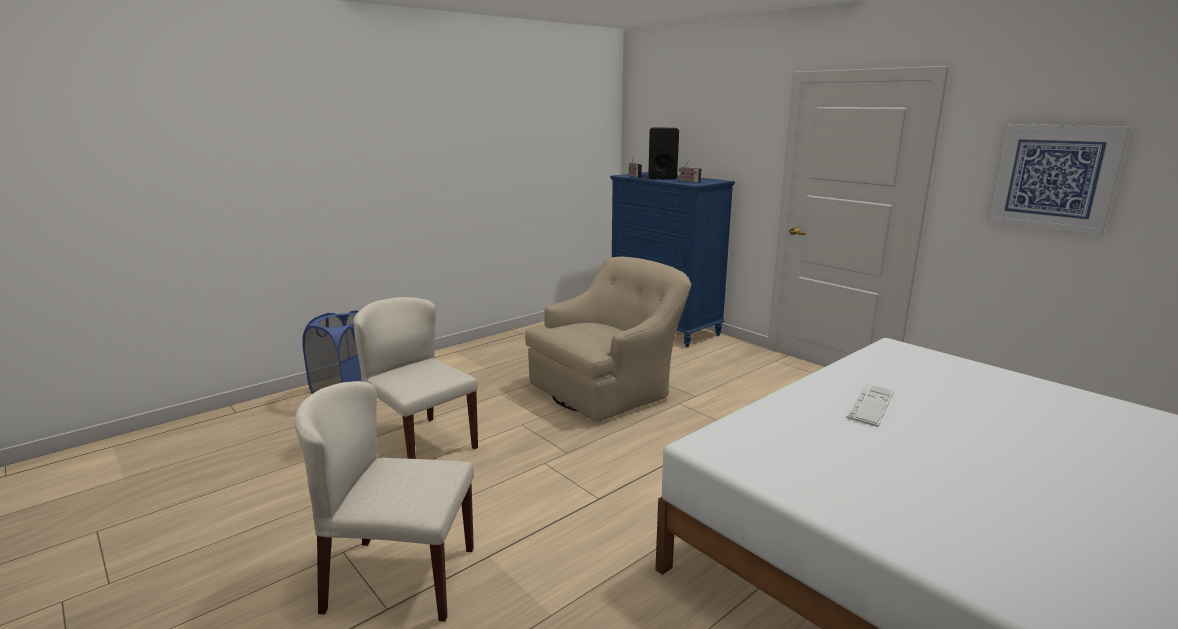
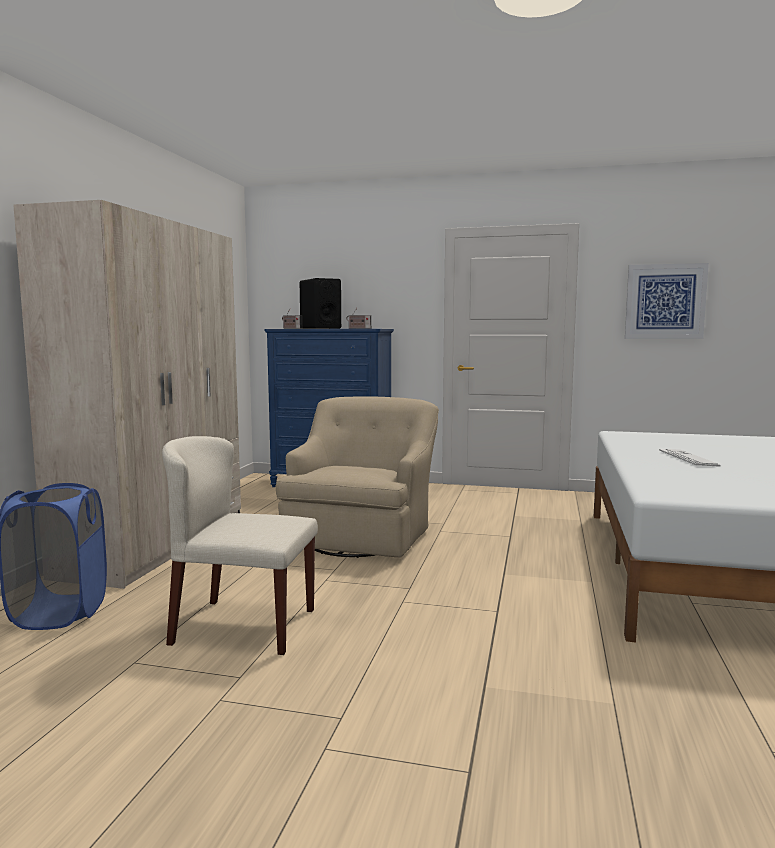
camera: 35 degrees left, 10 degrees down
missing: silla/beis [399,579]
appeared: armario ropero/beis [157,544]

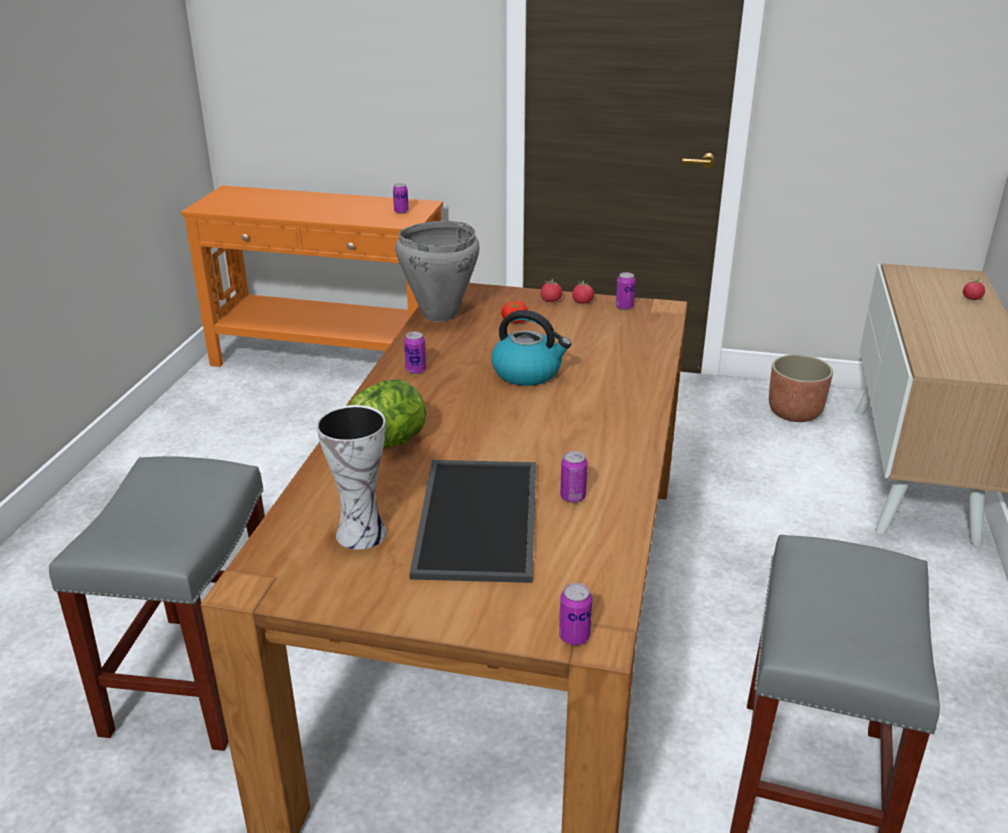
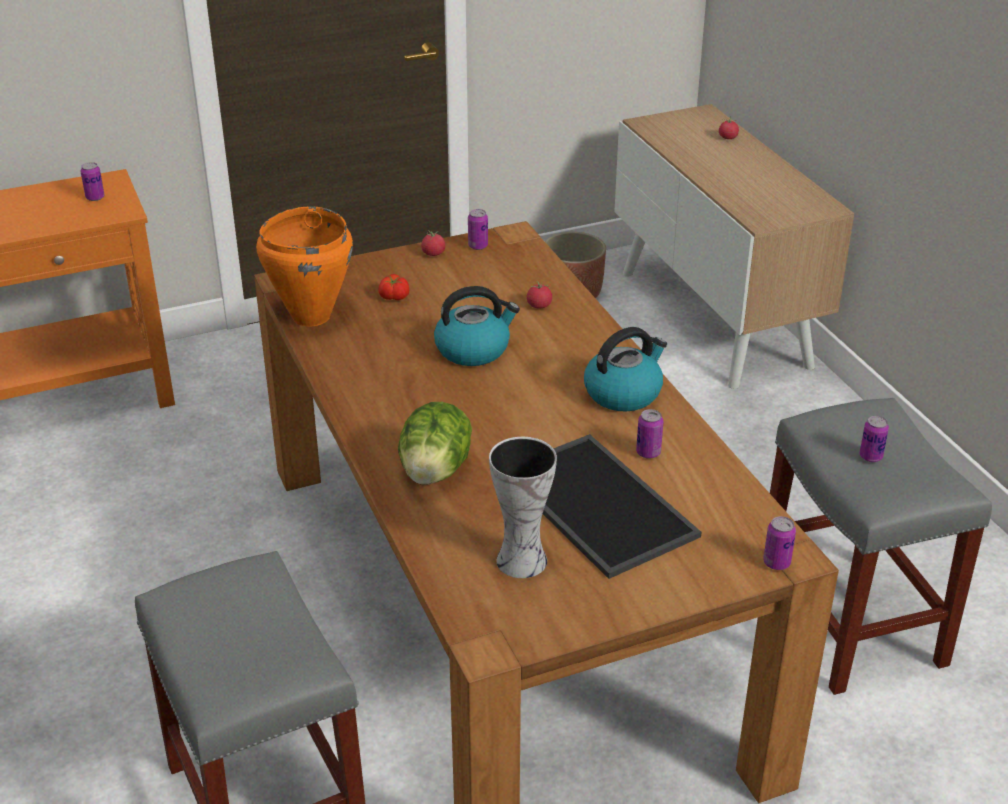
camera: 35 degrees left, 5 degrees up
appeared: hervidor [623,393]
relocated: tomate [551,300] to [539,306]; lata [416,370] to [870,456]
colour: olla/gris [438,315] to olla/naranja [310,317]

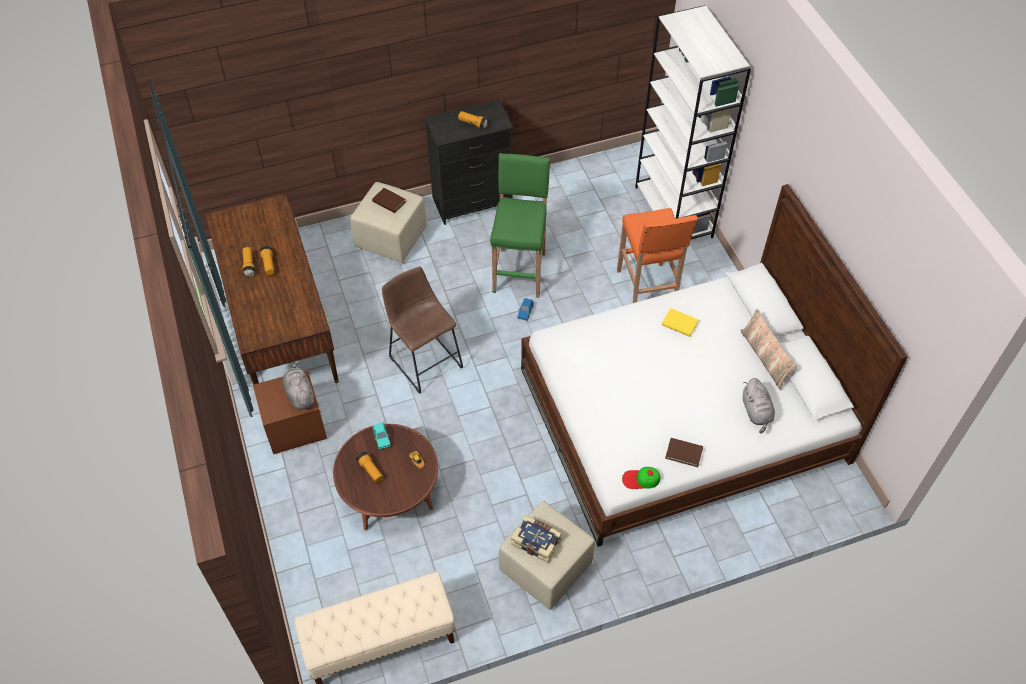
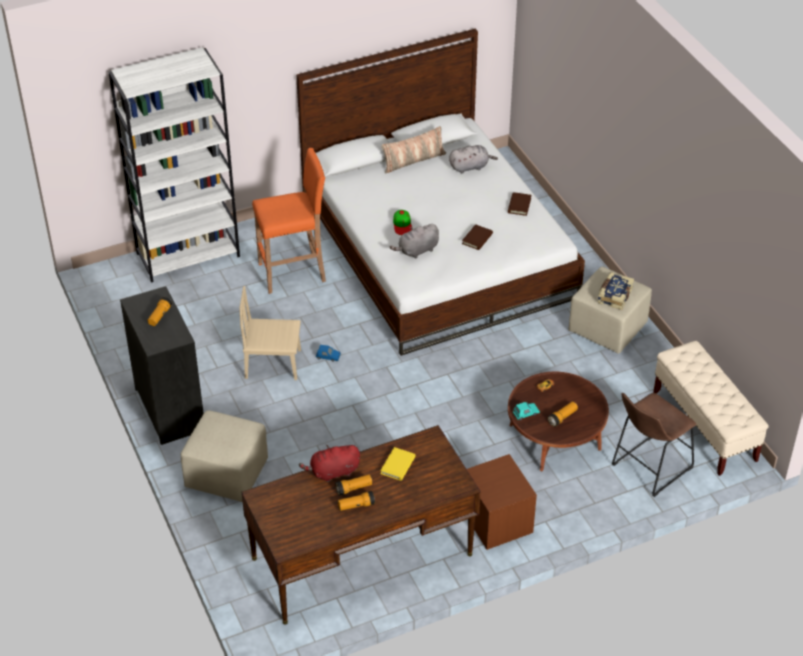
camera: 95 degrees left, 10 degrees down
appeared: peluche/rojo [333,472]
relocated: libro/amarillo [679,324] to [398,465]; peluche/gris [299,394] to [417,251]; gorra [641,479] to [402,225]; libro/marrón [389,202] to [477,239]; taburete/marrón [424,359] to [648,468]
exchanged: taburete/verde [520,271] to silla/beis [273,364]

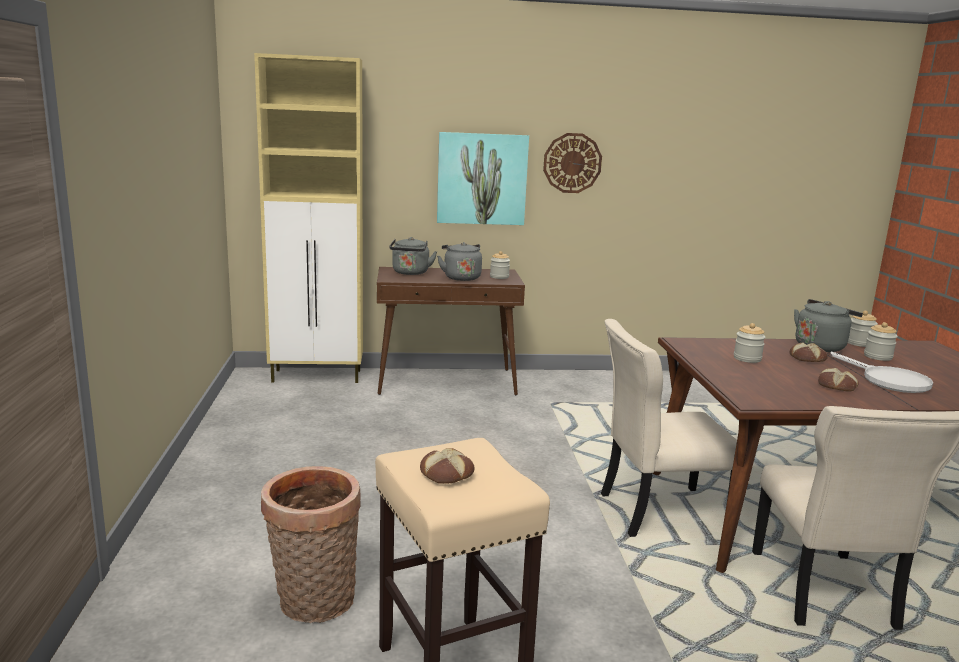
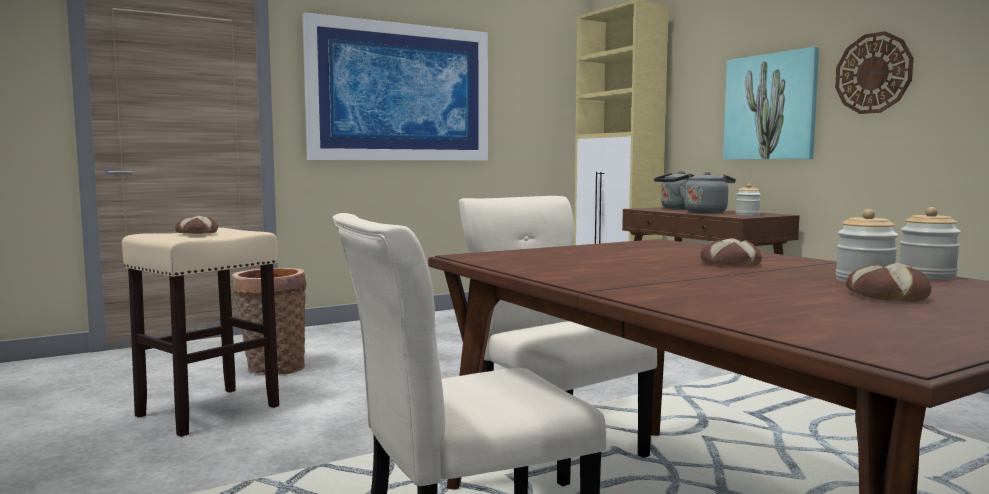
camera: 65 degrees right, 10 degrees down
missing: tarro [747,358]; hervidor/gris [821,346]; sartén/blanco [887,380]
appeared: cuadro [400,93]
relocated: pan [836,386] to [886,296]

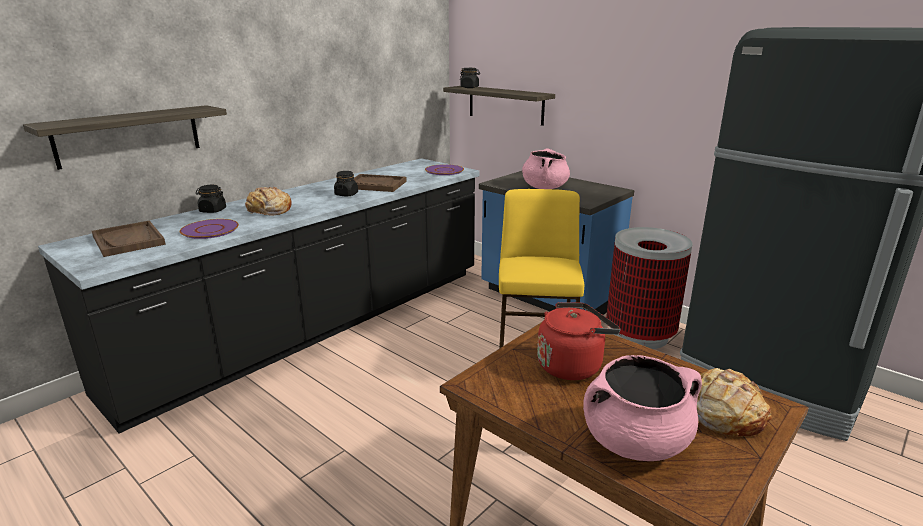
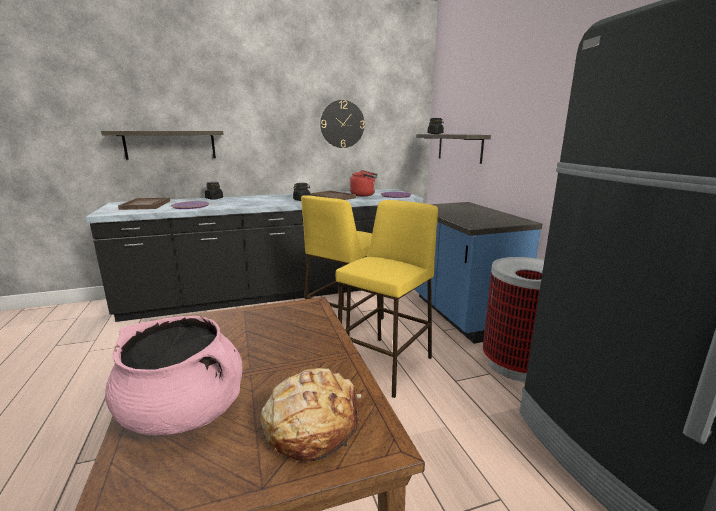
camera: 30 degrees right, 5 degrees down
missing: pan [269,210]; olla/rosa [544,187]
appeared: taburete/amarillo [344,324]; reloj de pared [342,124]
relocated: hervidor/rojo [572,365] to [364,195]

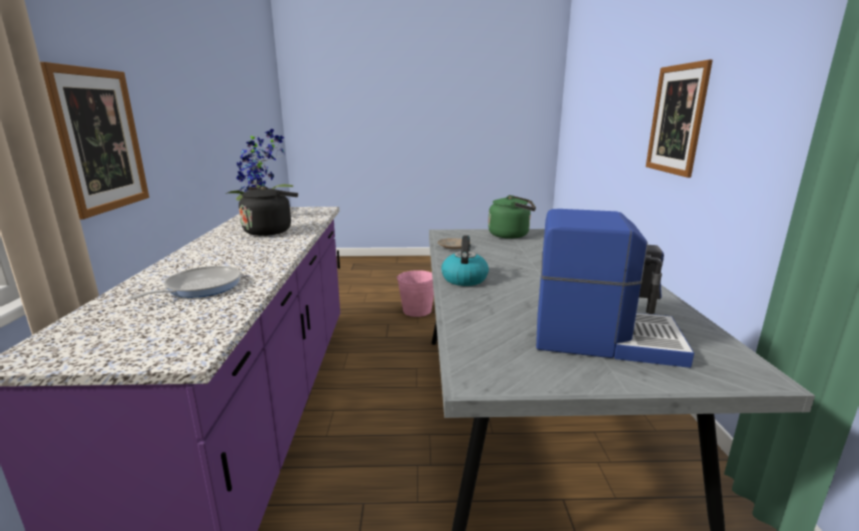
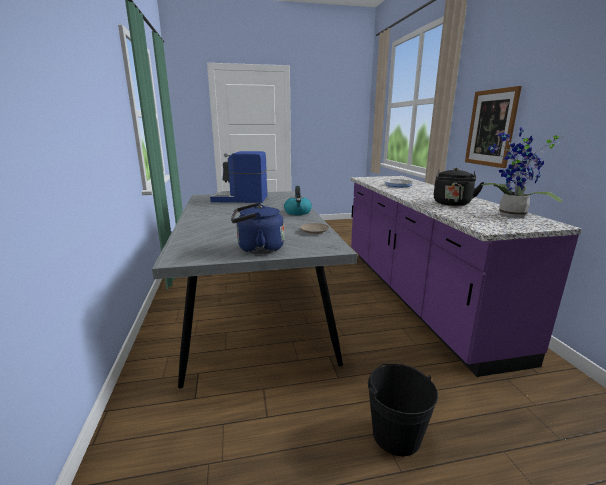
camera: 170 degrees right, 0 degrees up
missing: cuadro [677,119]
colour: hervidor/verde [511,235] to hervidor/azul [257,249]; cubo/rosa [417,310] to cubo/negro [396,435]

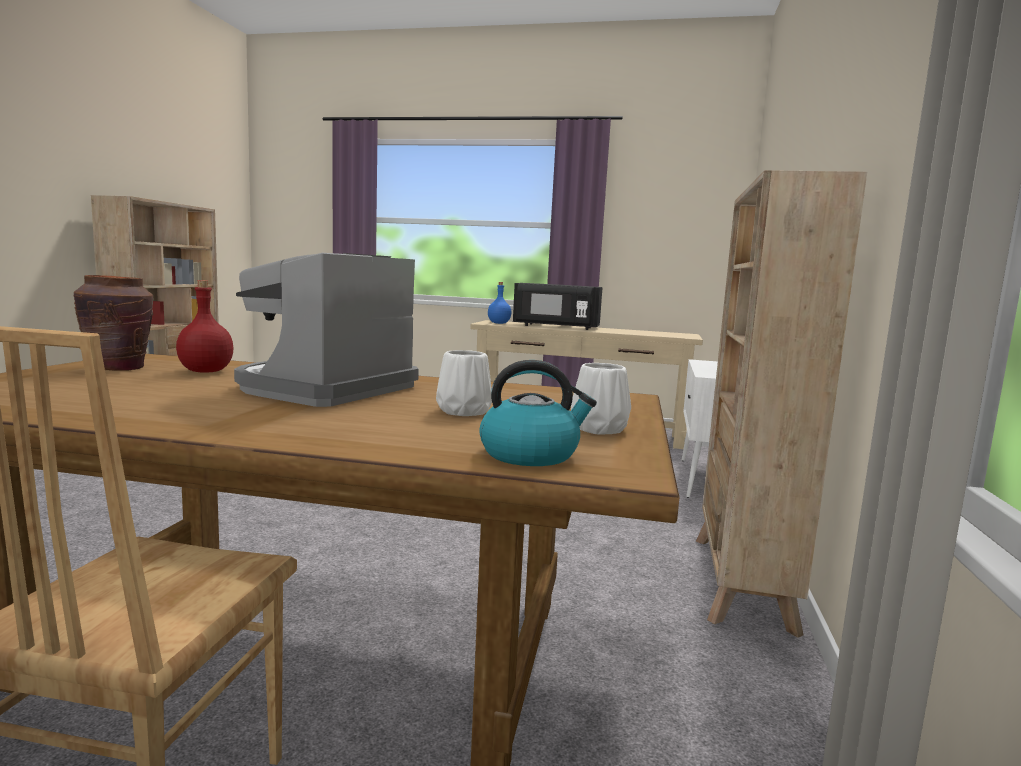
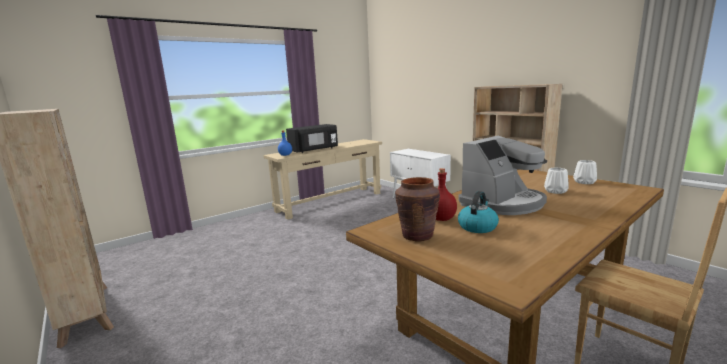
camera: 50 degrees left, 5 degrees up
relocated: hervidor [531,454] to [477,227]
spun: cafetera [325,389] = [503,203] 105 degrees counterclockwise

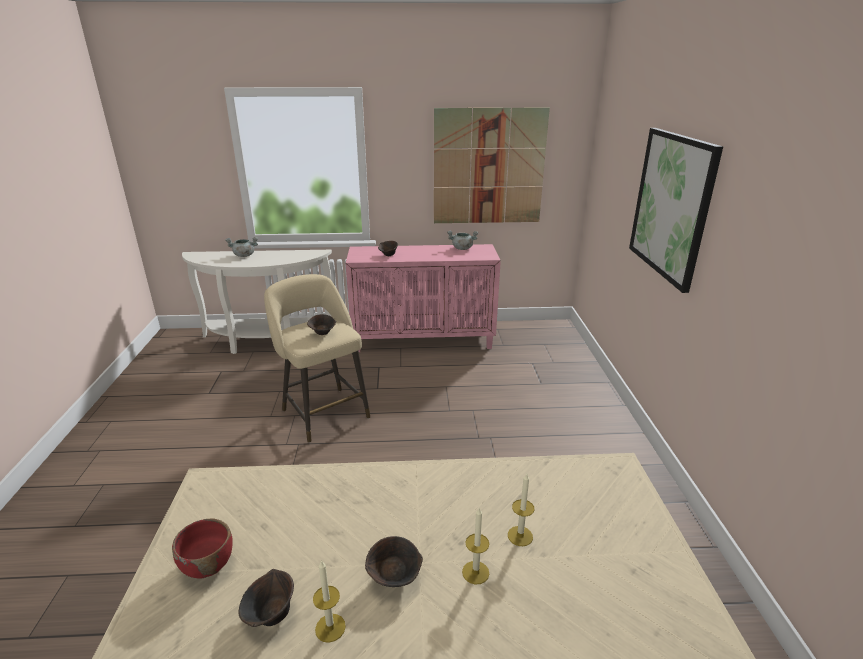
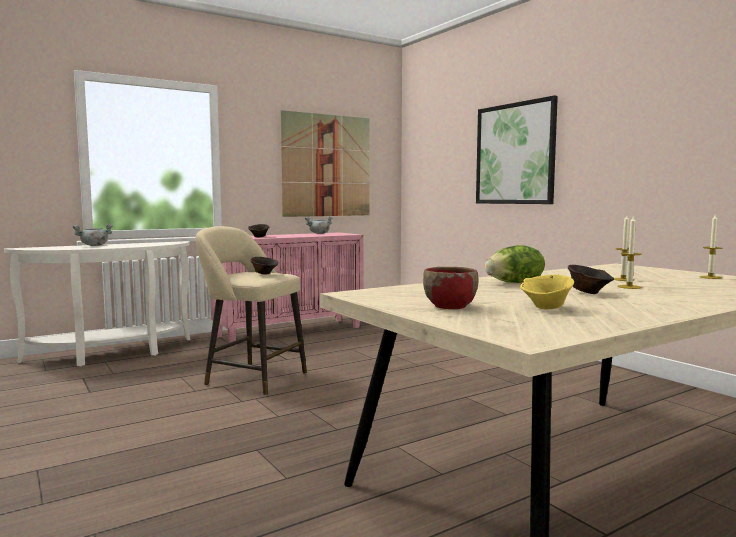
camera: 30 degrees left, 20 degrees down
appeared: lechuga [515,283]
relocated: vela [330,628] to [710,277]
colour: cuenco/marrón [270,615] to cuenco/amarillo [546,308]

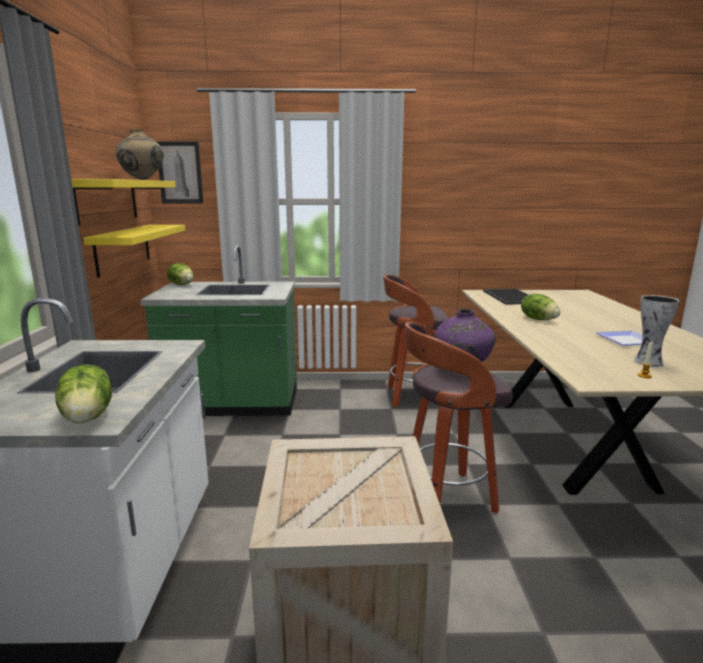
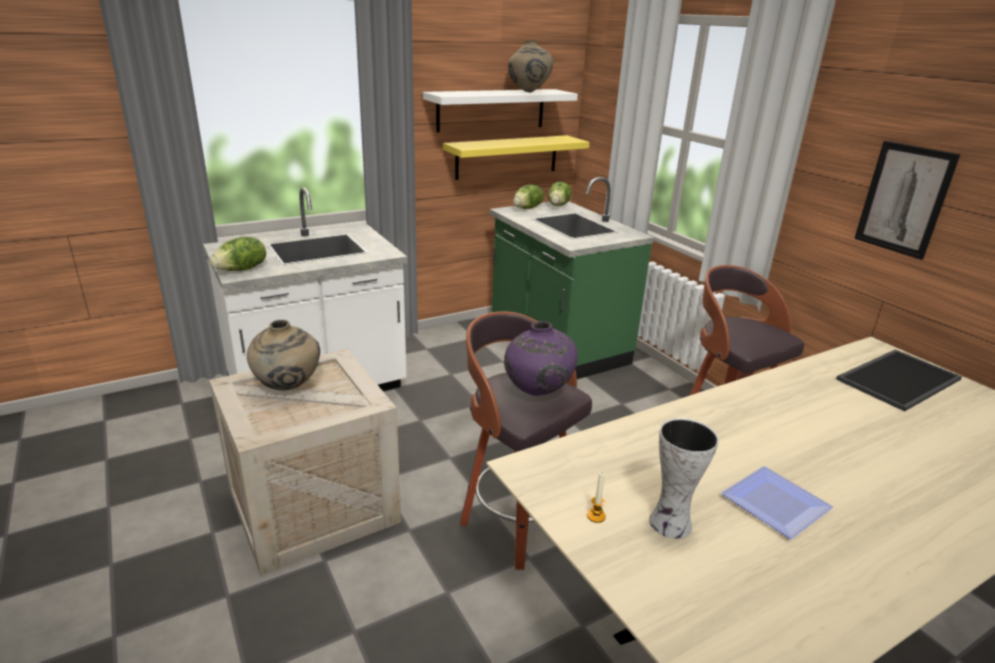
camera: 60 degrees right, 10 degrees up
appeared: florero/beis [288,388]
relocated: lechuga [538,319] to [527,208]; cuadro [180,173] to [904,199]
colour: estante/amarillo [107,200] to estante/blanco [491,110]

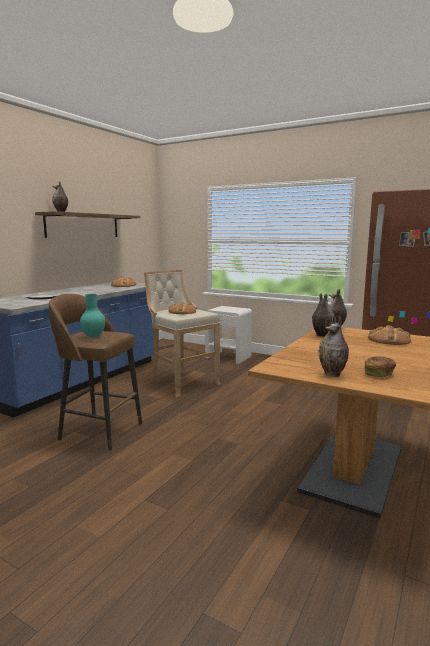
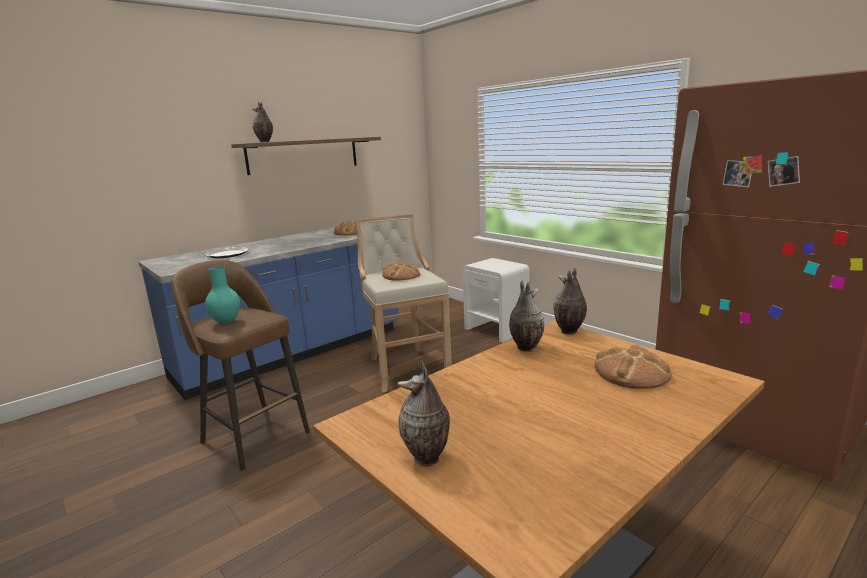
camera: 20 degrees right, 5 degrees up
missing: pan [379,374]

